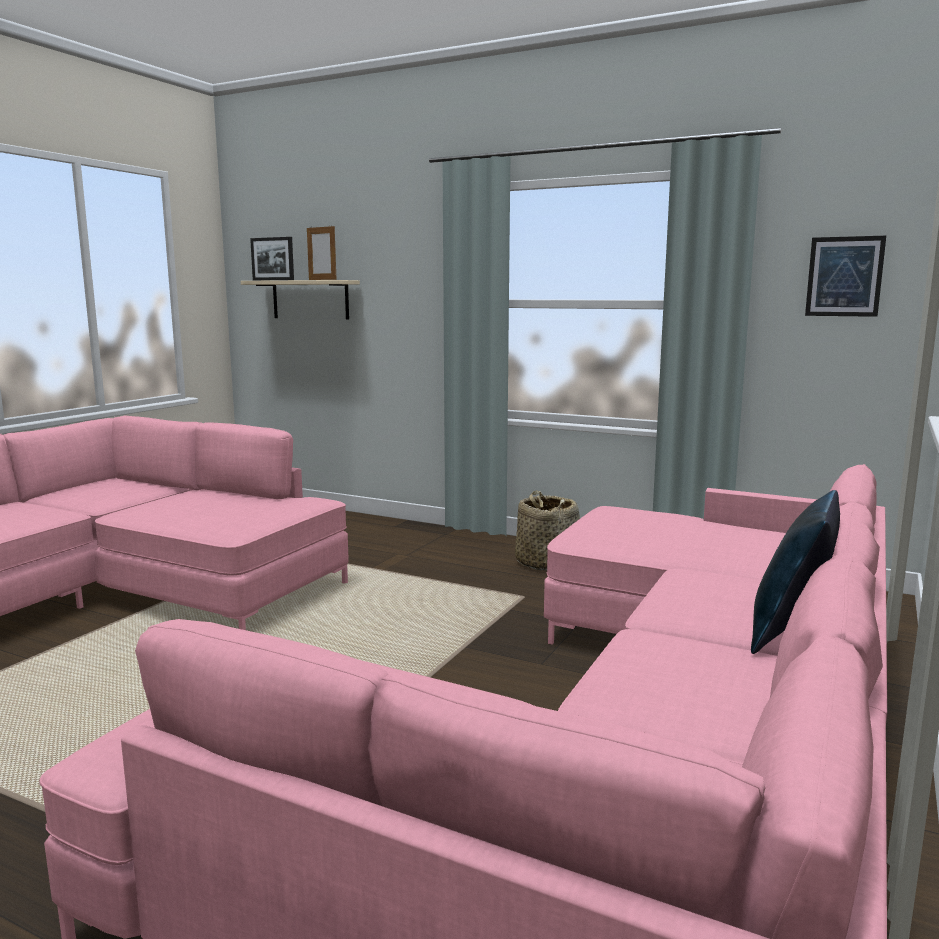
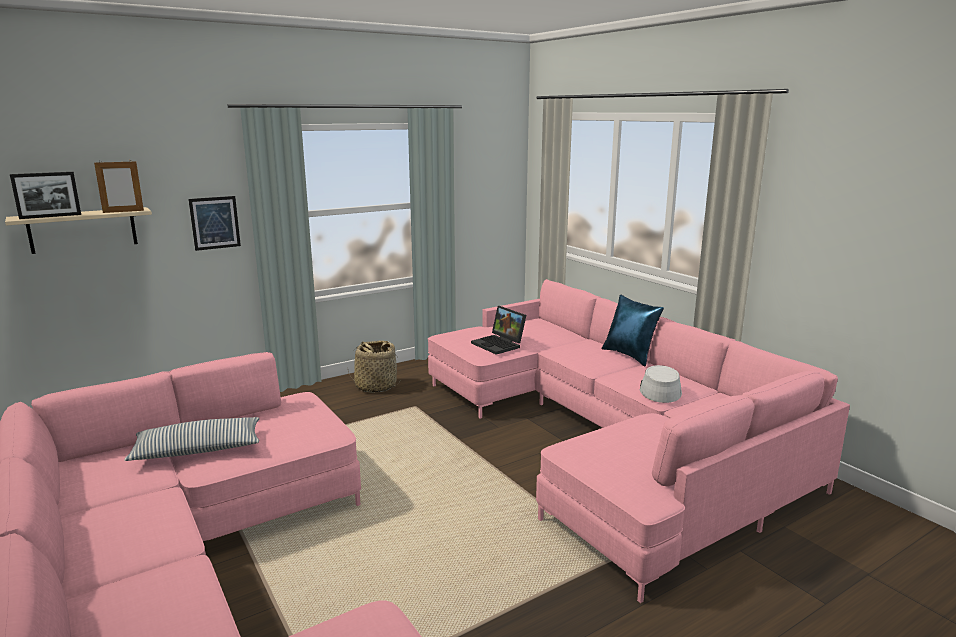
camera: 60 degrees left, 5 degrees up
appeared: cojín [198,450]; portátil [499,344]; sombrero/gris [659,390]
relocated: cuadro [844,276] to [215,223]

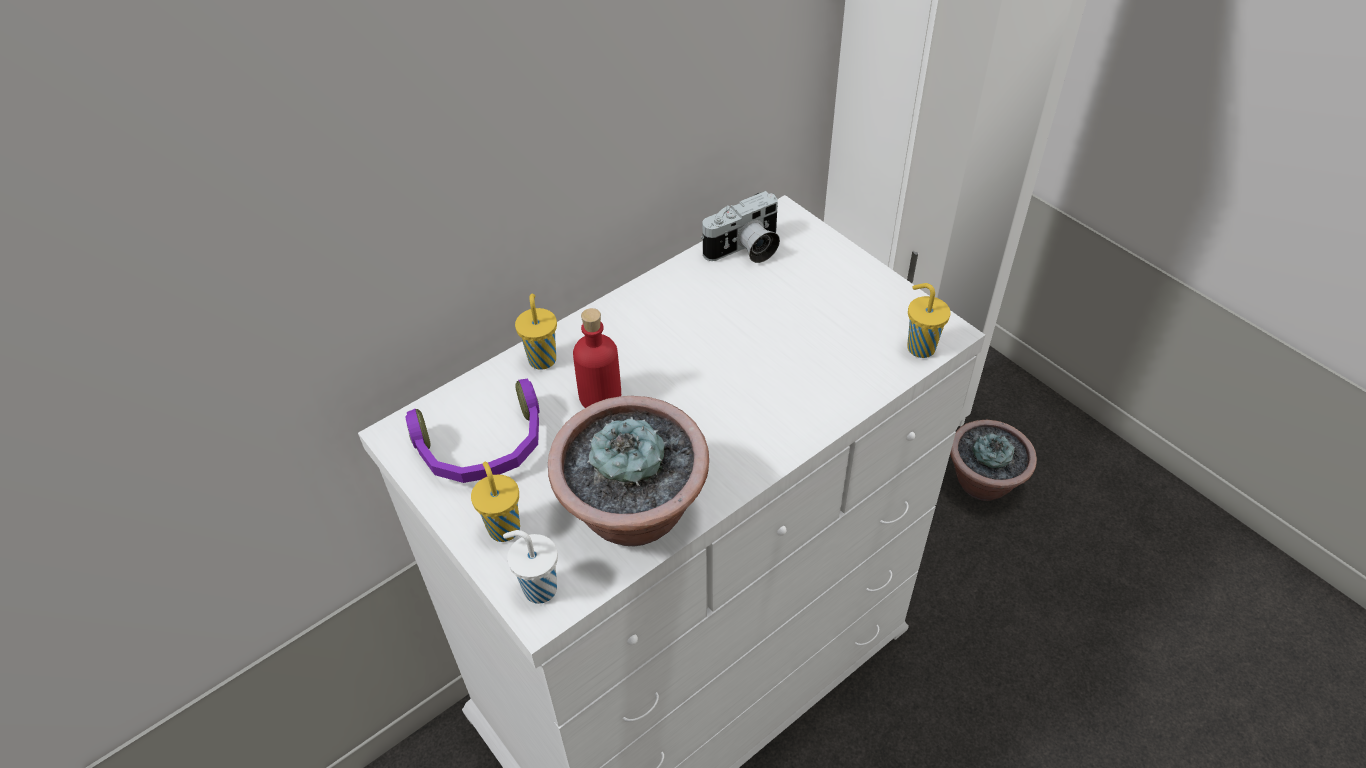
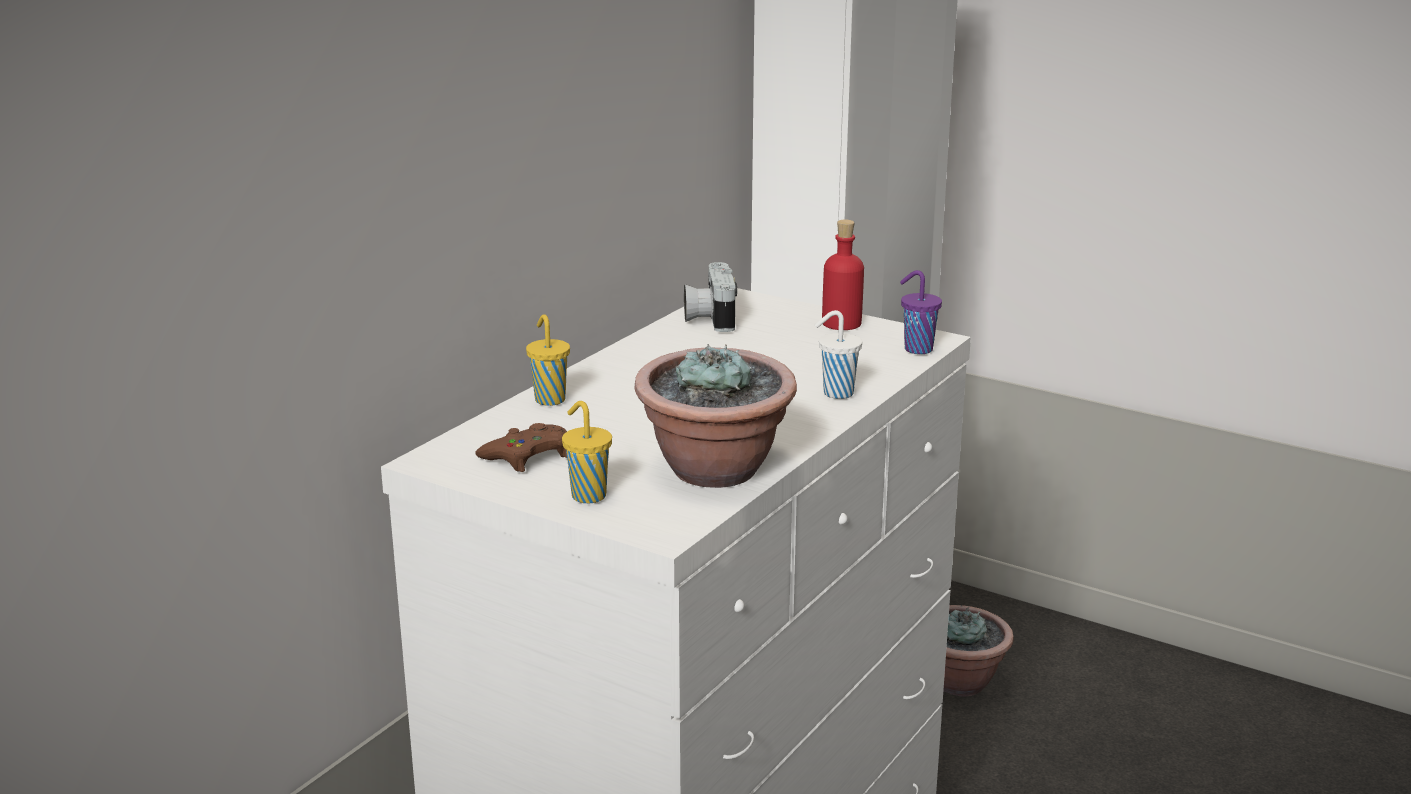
camera: 20 degrees left, 25 degrees down
relocated: taza/blanco [538,588] to [836,393]; botella/rojo [600,396] to [841,323]
exchanged: auriculares/morado [483,448] to mando de consola/marrón [528,456]
colour: taza/amarillo [919,347] to taza/morado [916,349]
spun: cámara [745,250] = [709,318] 135 degrees clockwise

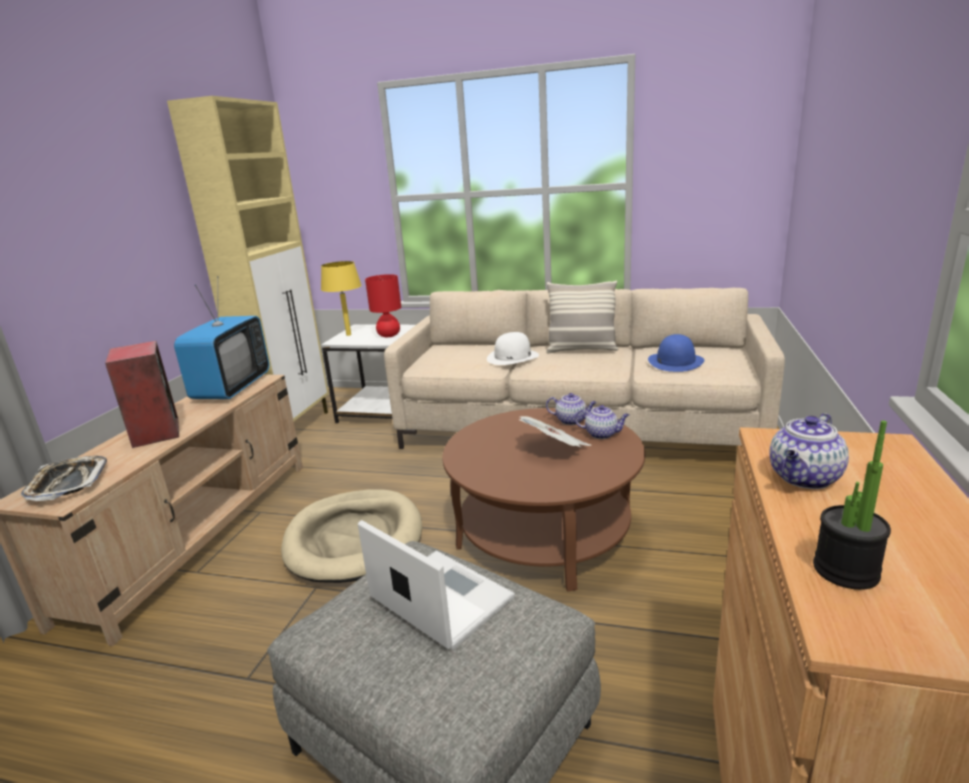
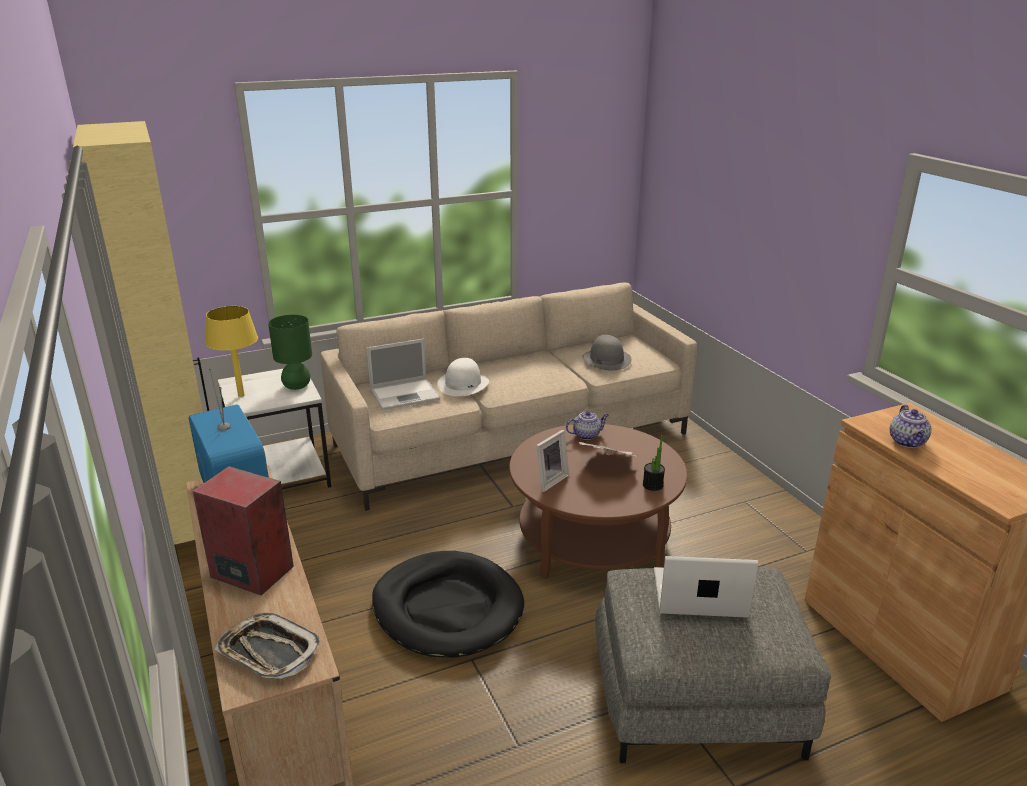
camera: 40 degrees left, 5 degrees up
missing: cojín [581,349]; tetera [602,434]
appeared: portátil [406,394]; portarretratos [549,480]
relocated: planta en maceta [845,570] to [653,485]
colour: lámpara de mesa/rojo [388,335] to lámpara de mesa/verde [296,386]; cama para perro/beis [354,539] to cama para perro/negro [447,608]; sombrero/azul [675,361] to sombrero/gris [606,359]

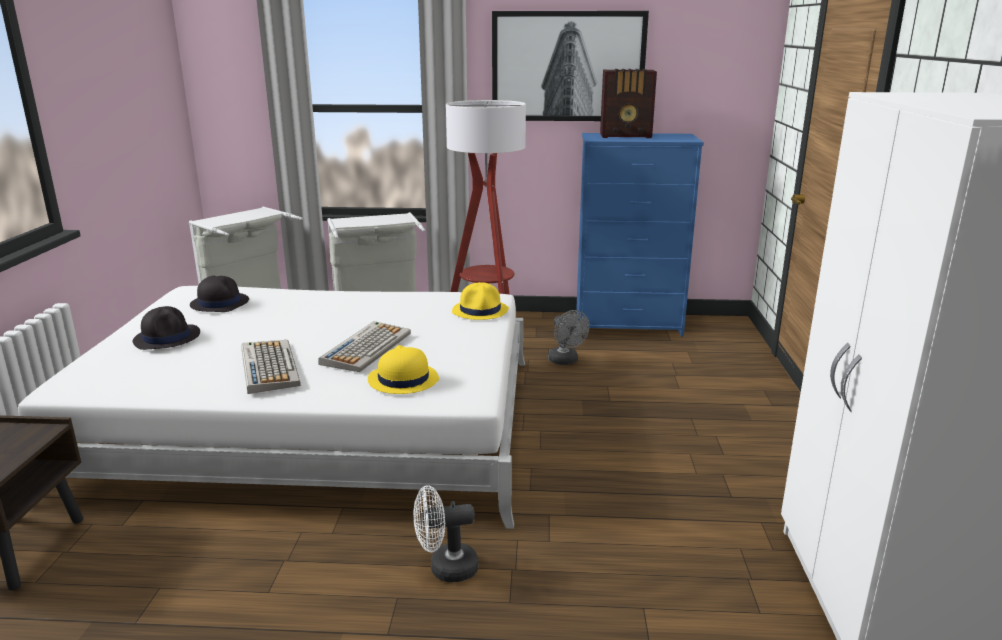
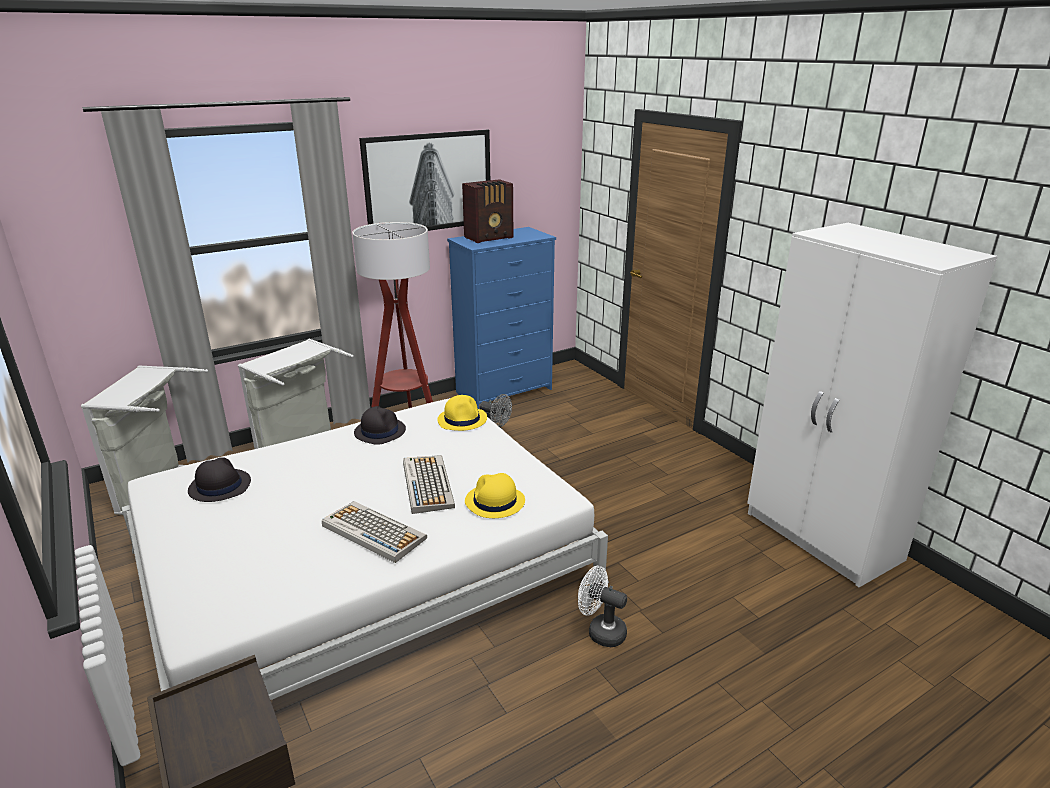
camera: 35 degrees left, 5 degrees up
relocated: sombrero/negro [167,337] to [380,431]
spun: ventilador/blanco [445,568] = [601,631] 75 degrees clockwise

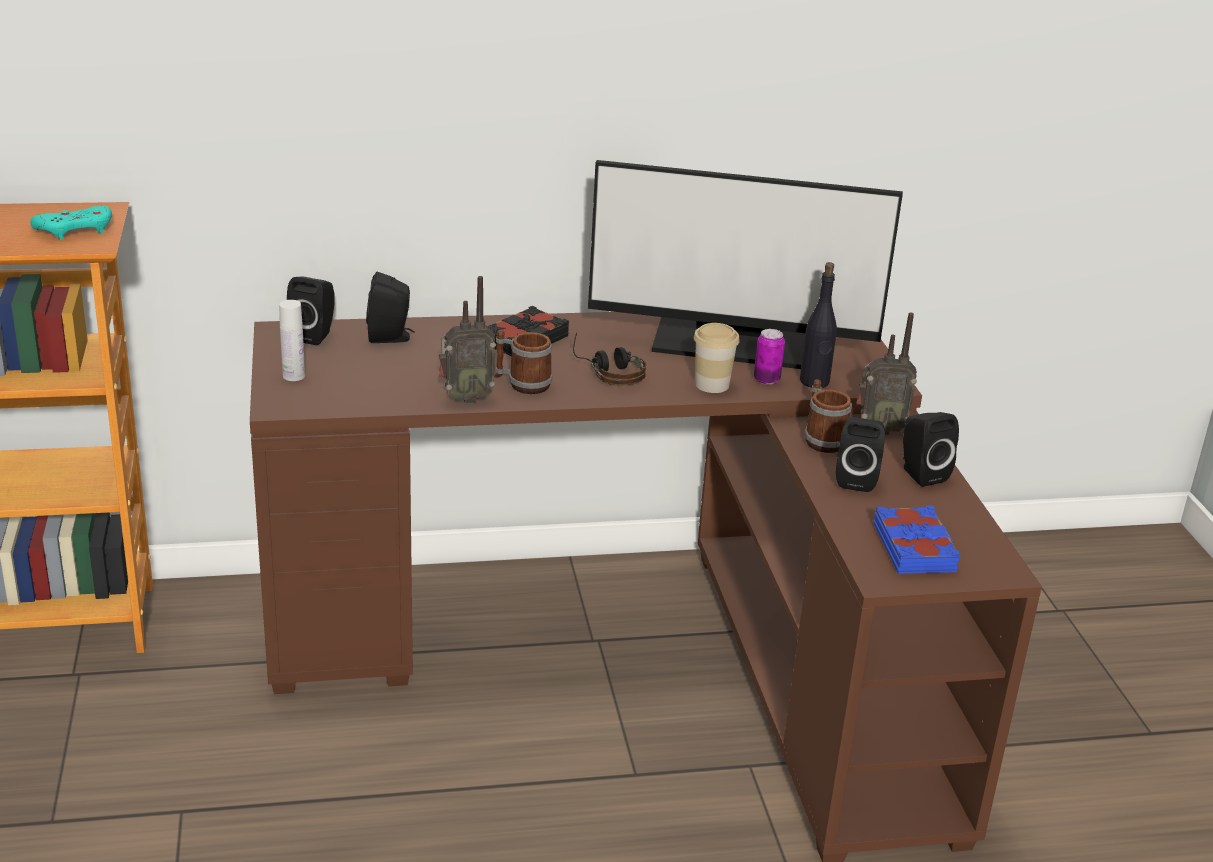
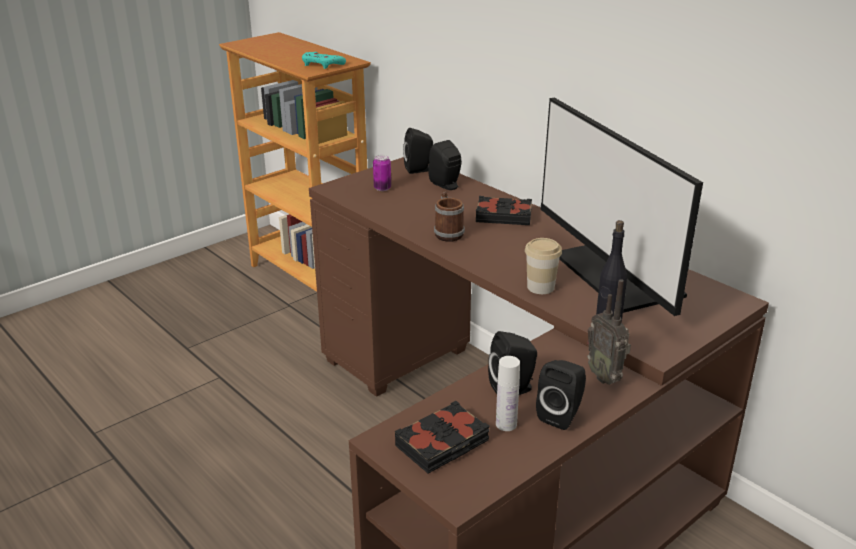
camera: 60 degrees right, 0 degrees up
missing: radio [465,398]; auriculares [608,370]; taza grande [821,439]
relocated: lata [766,379] to [382,188]; botella/blanco [293,376] to [506,424]
colour: libro/azul [915,548] to libro/negro [443,444]

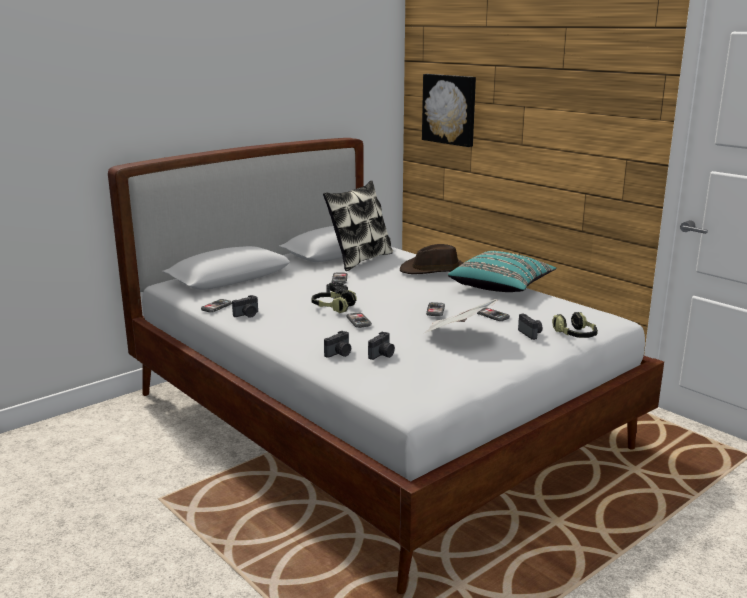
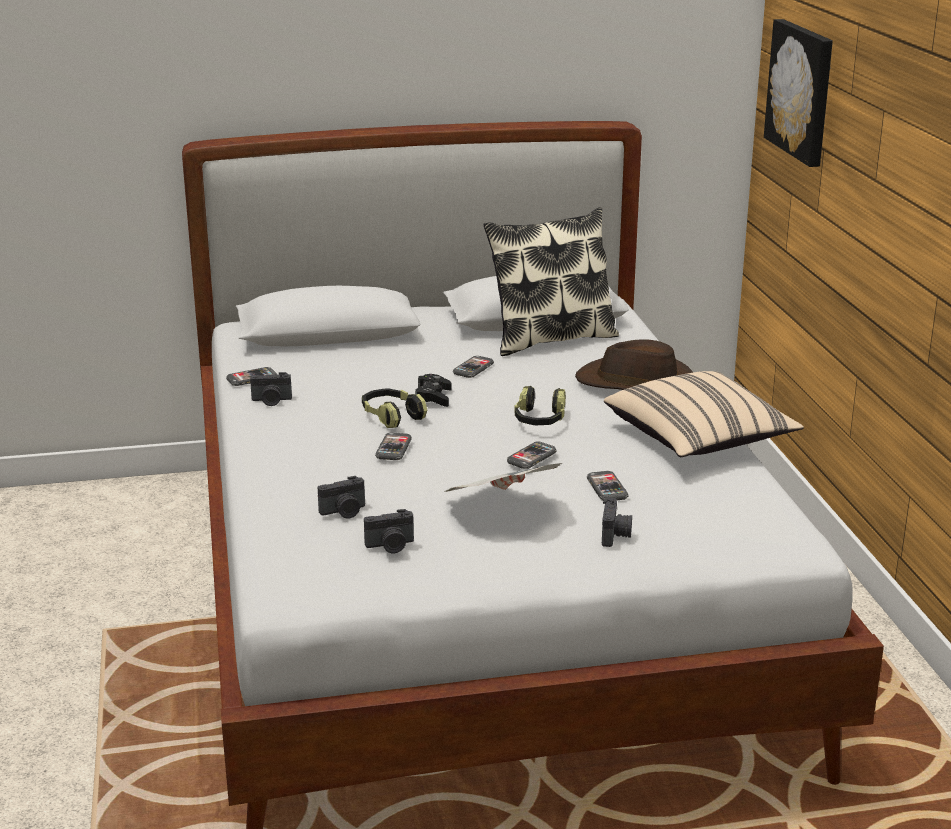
camera: 30 degrees right, 5 degrees up
relocated: cámara [339,354] to [391,546]; auriculares [575,335] to [540,420]
colour: cojín/turquesa [501,288] to cojín/beis [698,441]

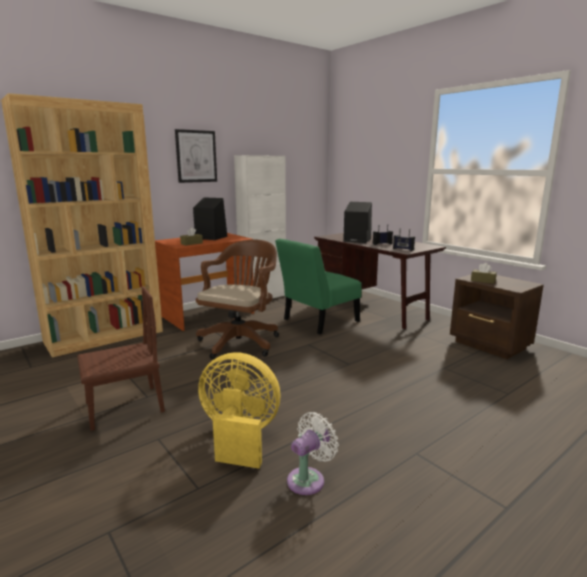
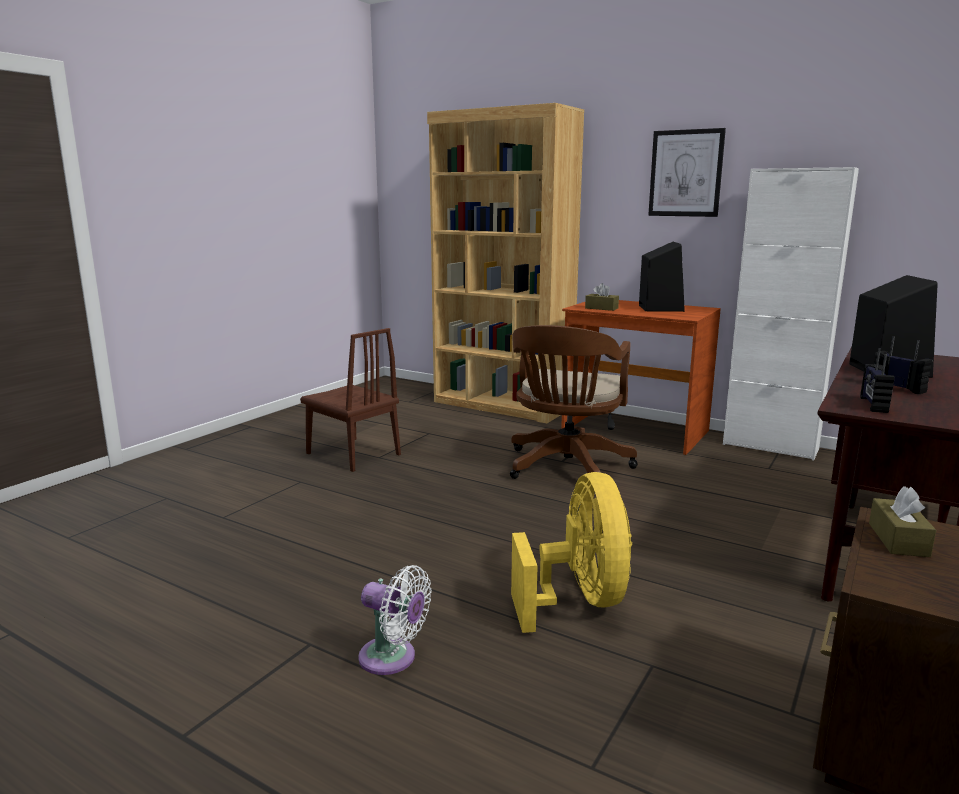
camera: 70 degrees right, 0 degrees up
missing: silla/verde [317,321]
relocated: ventilador/blanco [308,479] to [392,658]; ventilador/amarillo [239,437] to [579,600]
spun: silla de oficina/marrón [241,342] = [566,468] 105 degrees clockwise

